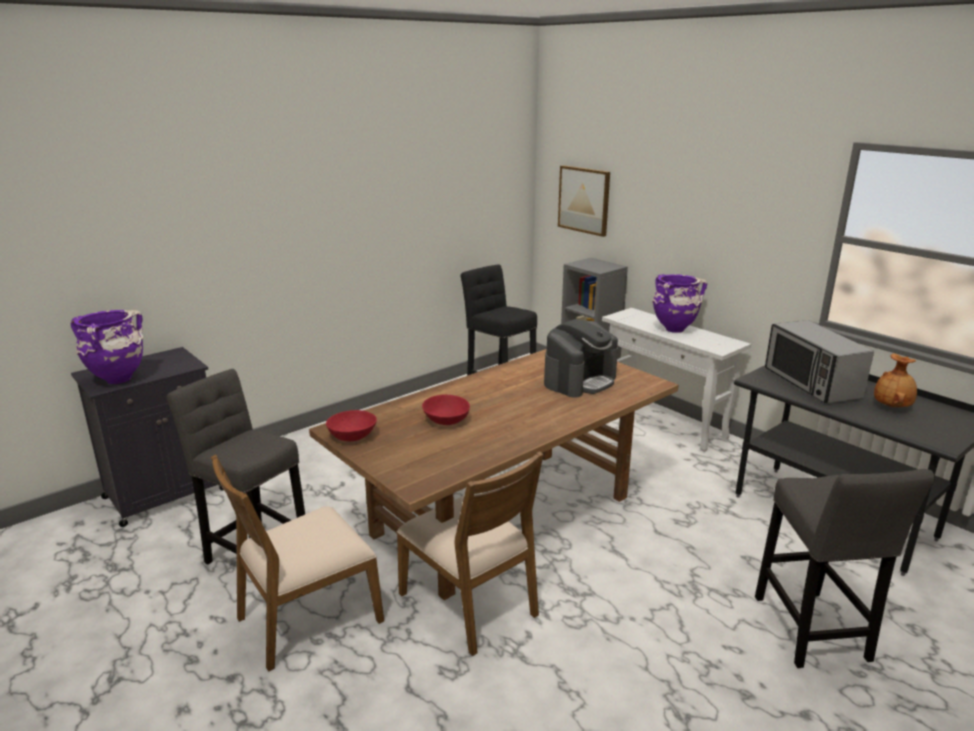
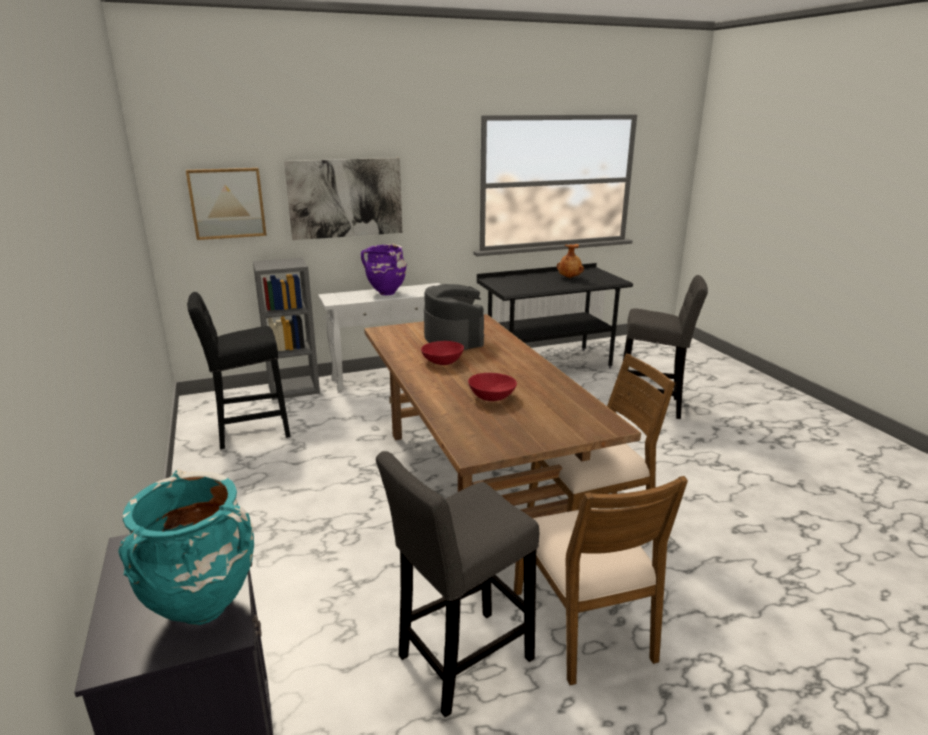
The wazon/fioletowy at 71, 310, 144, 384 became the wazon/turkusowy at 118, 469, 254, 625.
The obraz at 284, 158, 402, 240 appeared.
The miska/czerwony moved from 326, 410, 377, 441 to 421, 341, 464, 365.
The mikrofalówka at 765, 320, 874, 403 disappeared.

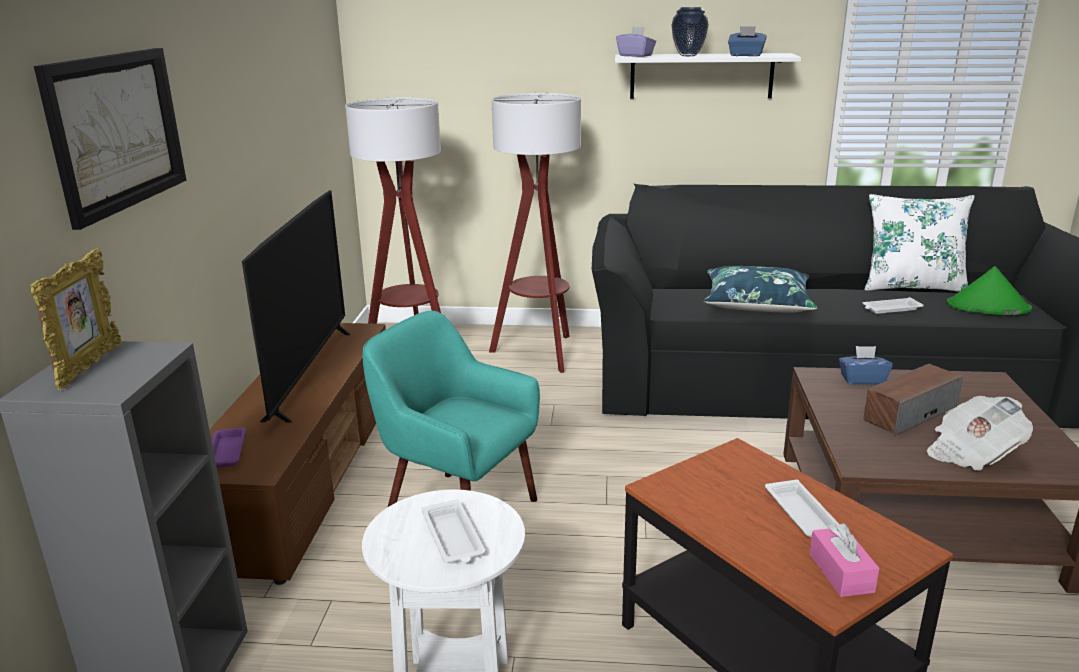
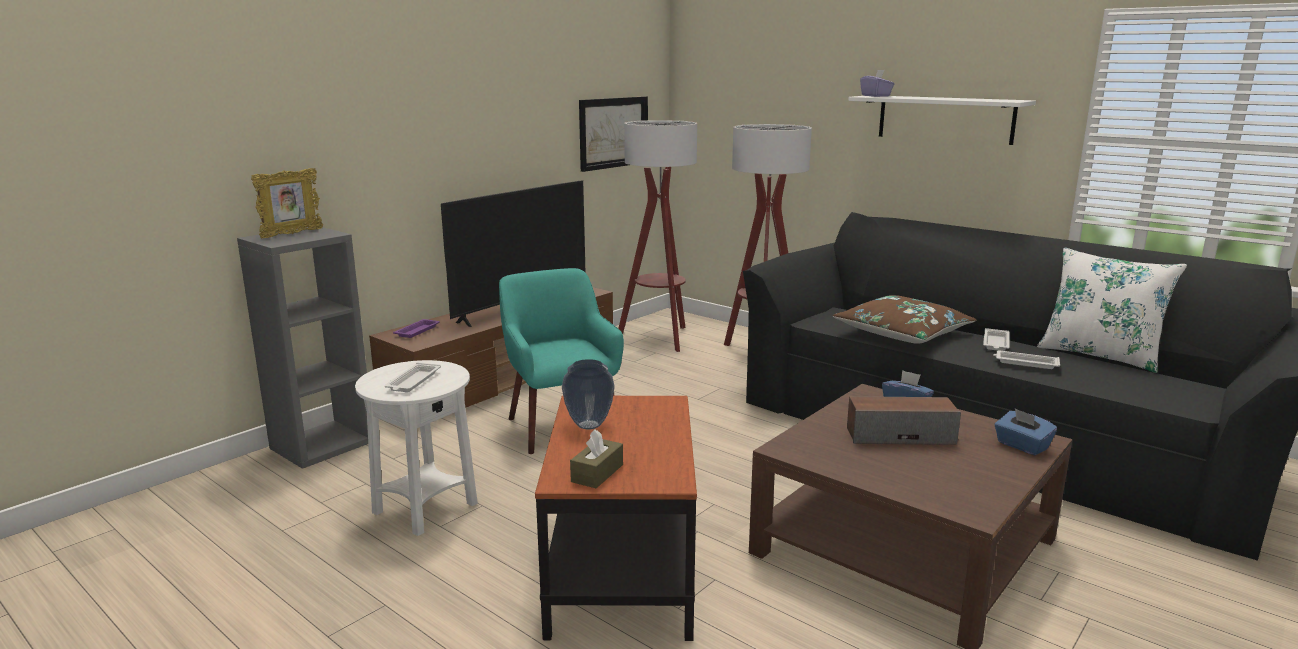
The wazon moved from 672, 7, 709, 56 to 562, 359, 615, 430.
The pudełko chusteczek/różowy at 809, 523, 880, 597 became the pudełko chusteczek/brązowy at 570, 429, 623, 488.
The obraz moved from 34, 48, 186, 230 to 579, 96, 648, 172.
The poduszka/niebieski at 704, 266, 818, 313 became the poduszka/brązowy at 833, 295, 976, 344.
The taca/biały moved from 765, 479, 840, 537 to 983, 328, 1010, 351.
The pudełko chusteczek/niebieski moved from 728, 26, 767, 56 to 995, 408, 1057, 455.
The gazeta at 927, 396, 1033, 471 disappeared.
The kapelusz/zielony at 946, 266, 1032, 315 disappeared.

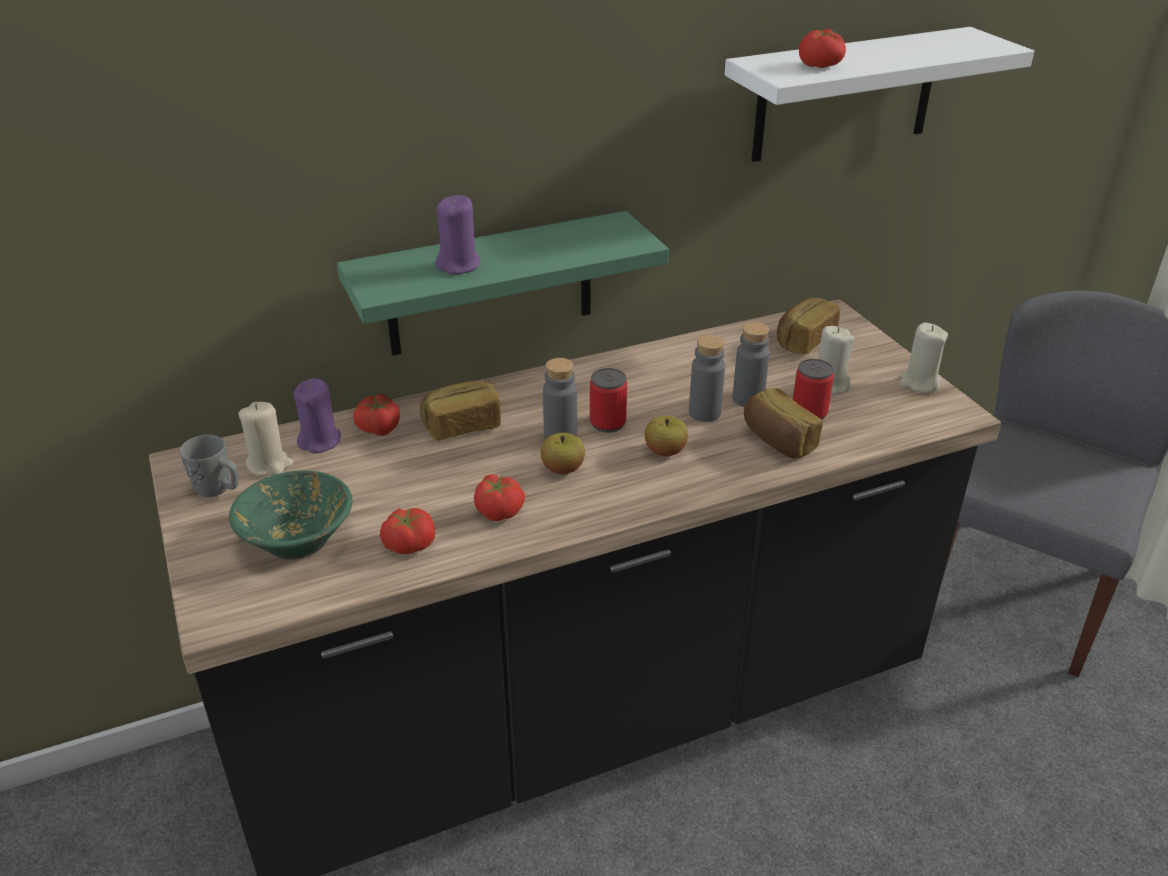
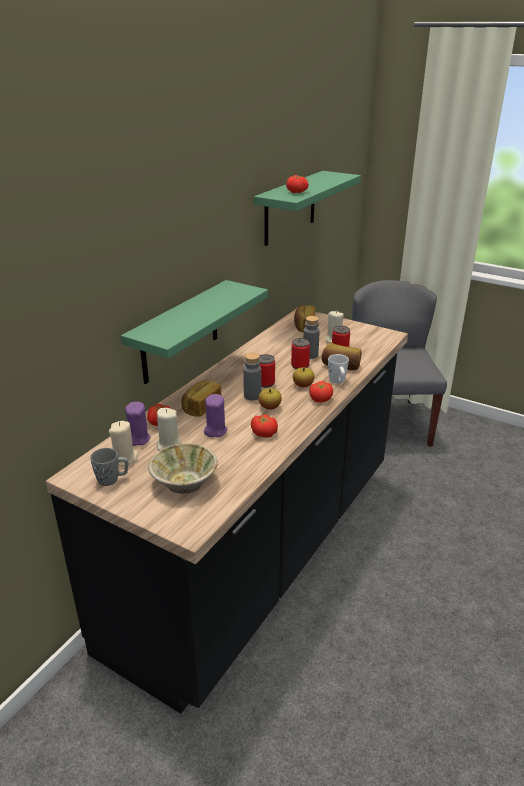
The miska/zielony at 229, 470, 353, 560 became the miska/beżowy at 148, 443, 218, 494.
The świeca/beżowy moved from 900, 323, 948, 393 to 156, 408, 182, 451.
The świeca/fioletowy moved from 435, 195, 481, 274 to 204, 394, 228, 437.
The półka/biały at 724, 27, 1034, 162 became the półka/zielony at 254, 171, 361, 246.
The butelka/szary at 689, 335, 725, 422 was replaced by the puszka at 291, 338, 310, 369.
The pomidor moved from 380, 508, 435, 554 to 309, 381, 333, 403.
The kubek/biały at 328, 354, 349, 383 appeared.

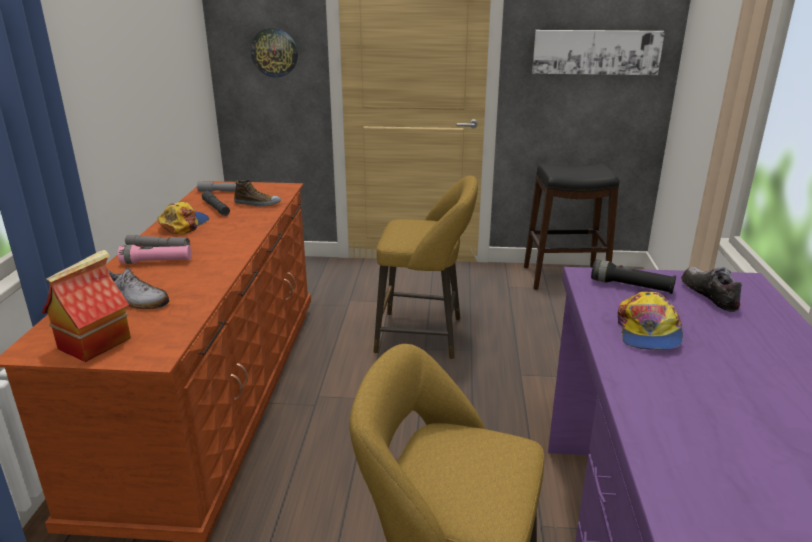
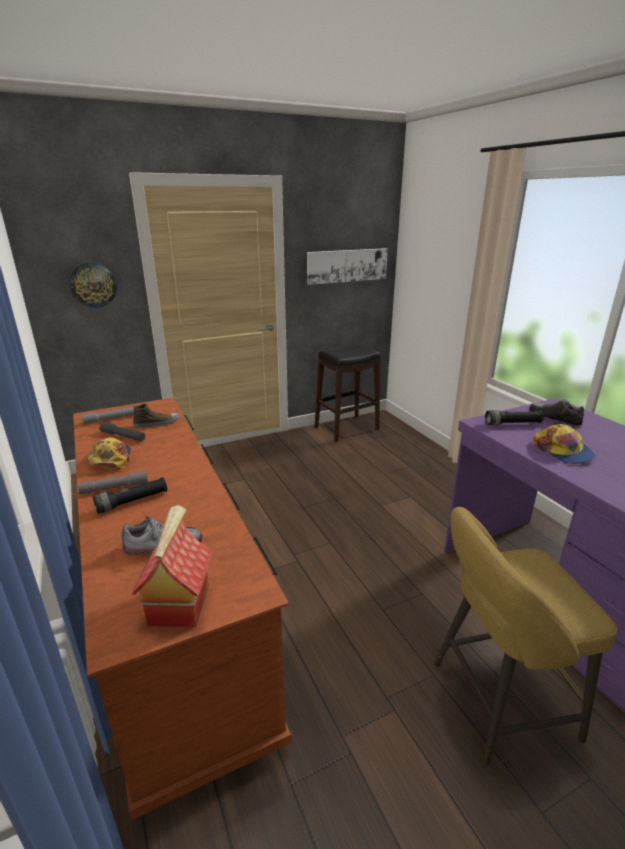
The latarka/różowy at 118, 245, 192, 264 became the latarka/czarny at 93, 477, 167, 514.
The stołek/żółty at 373, 176, 478, 360 disappeared.

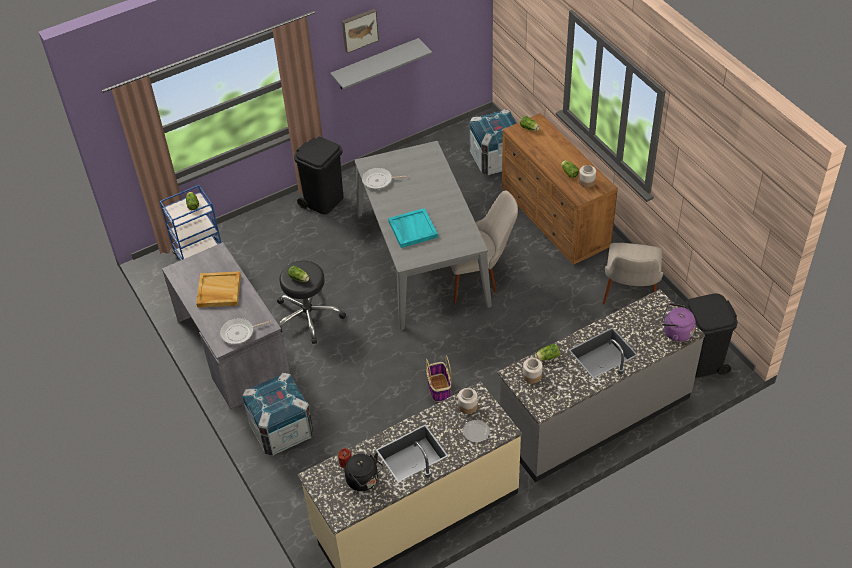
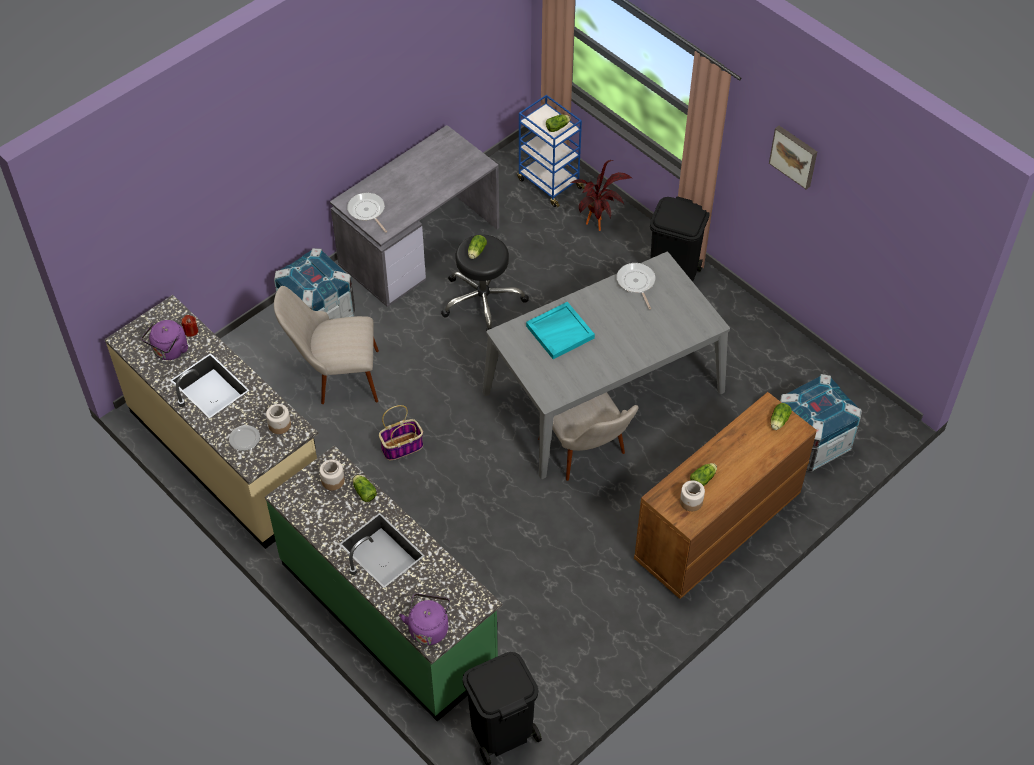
The czajnik/czarny at 345, 453, 383, 491 became the czajnik/fioletowy at 141, 320, 188, 360.
The zabudowa kuchenna/szary at 497, 289, 705, 483 became the zabudowa kuchenna/zielony at 265, 445, 502, 721.
The krzesło/beżowy moved from 603, 243, 663, 305 to 274, 286, 379, 404.
The roślina doniczkowa at 570, 160, 633, 231 appeared.
The taca/beżowy at 196, 271, 241, 307 disappeared.
The półka/szary at 330, 38, 432, 89 disappeared.

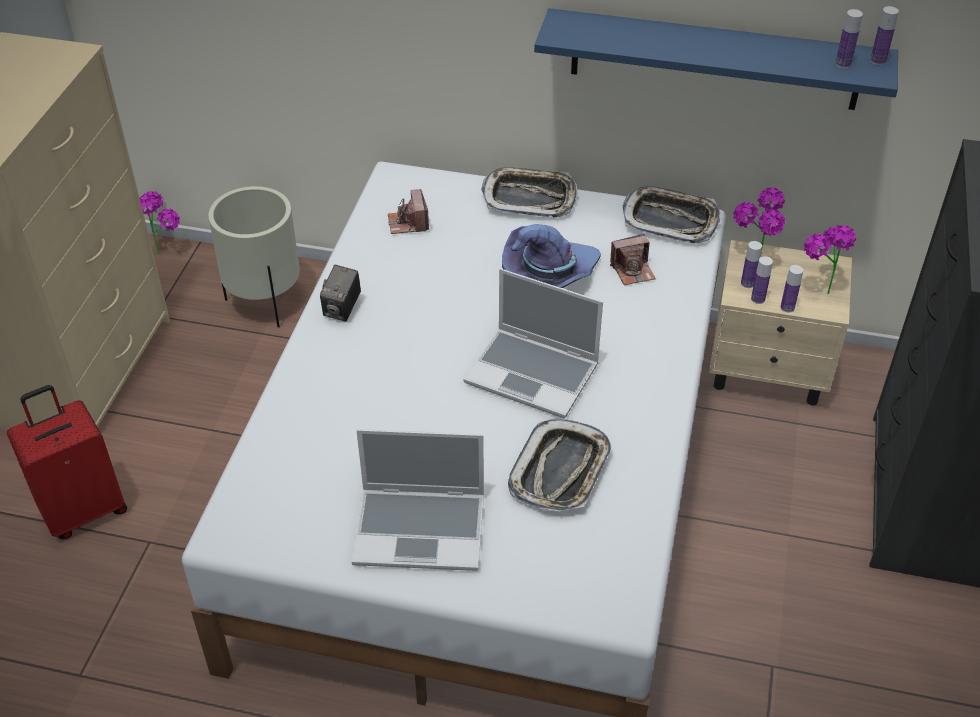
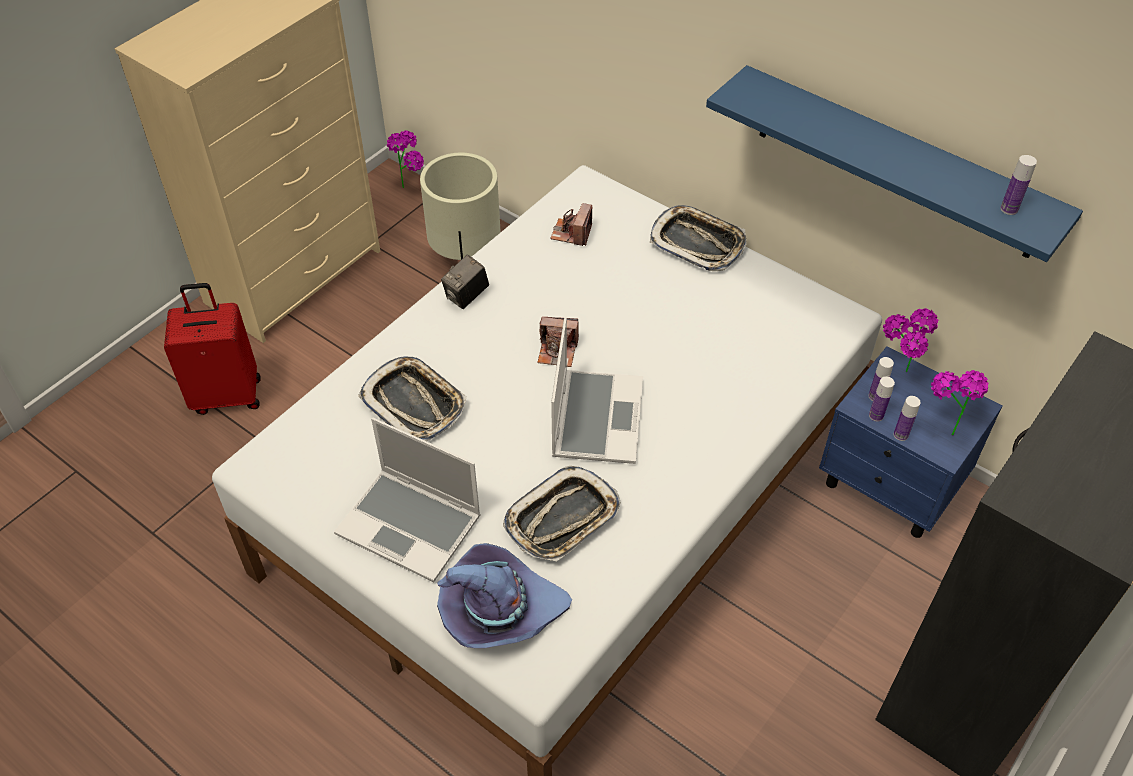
The taca moved from 623, 186, 721, 243 to 359, 357, 467, 441.
The kapelusz/fioletowy moved from 502, 224, 601, 288 to 437, 543, 572, 648.
The aparat fotograficzny moved from 610, 234, 656, 285 to 537, 317, 579, 367.
The laptop at 464, 268, 603, 419 turned 135 degrees counterclockwise.
The szafka nocna/beżowy at 709, 240, 852, 405 became the szafka nocna/niebieski at 819, 346, 1003, 538.
The butelka at 870, 6, 899, 65 disappeared.

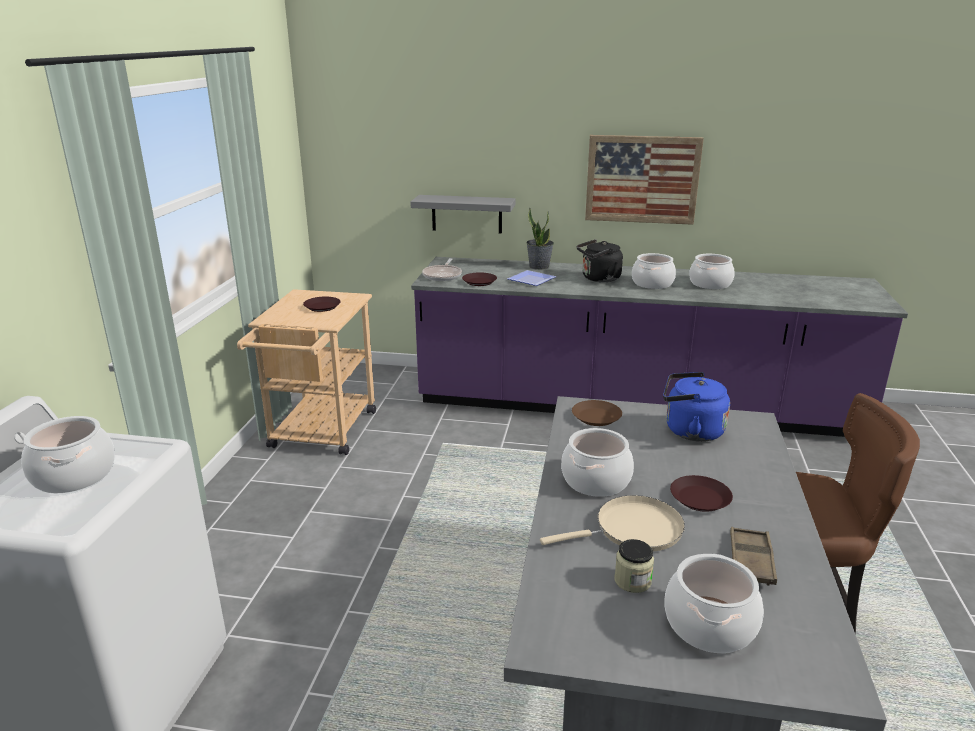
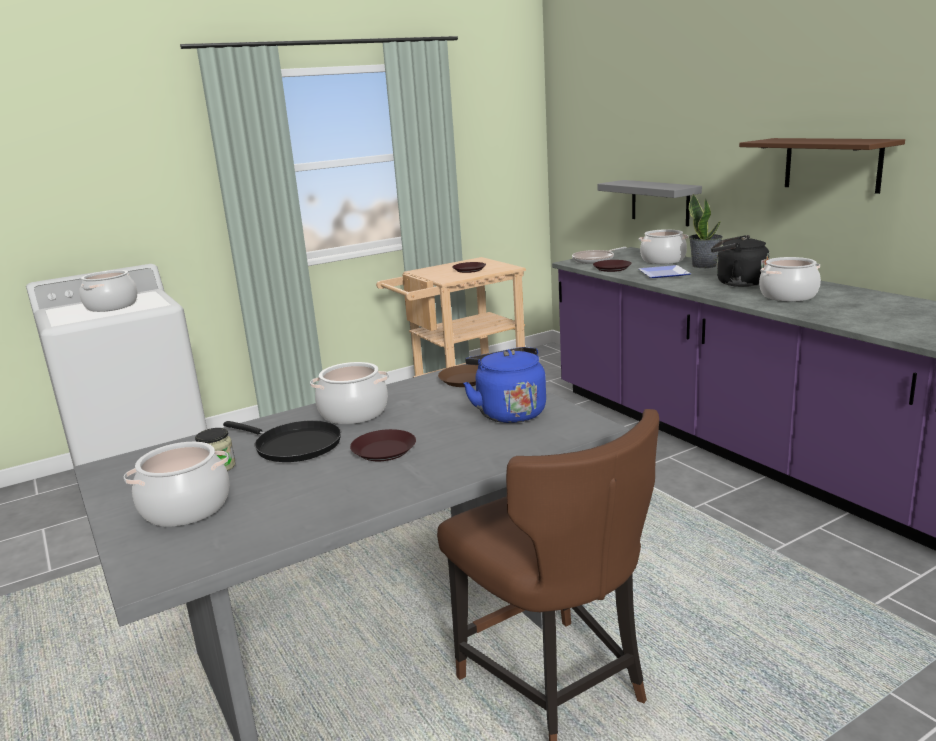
The patelnia/beżowy at 540, 495, 685, 552 became the patelnia/czarny at 223, 420, 341, 462.
The garnek moved from 689, 254, 735, 289 to 639, 229, 688, 264.
The obraz at 585, 135, 704, 225 was replaced by the półka/brązowy at 739, 138, 905, 194.
The taca/brązowy at 730, 527, 777, 586 disappeared.

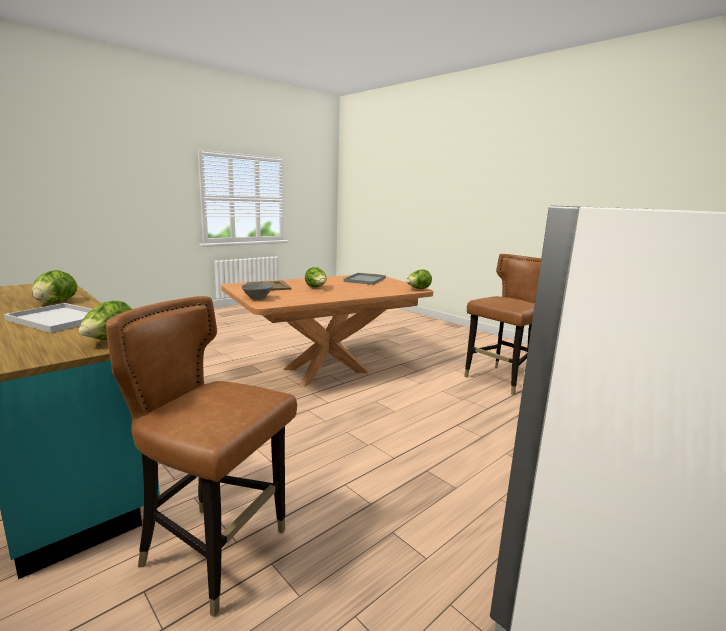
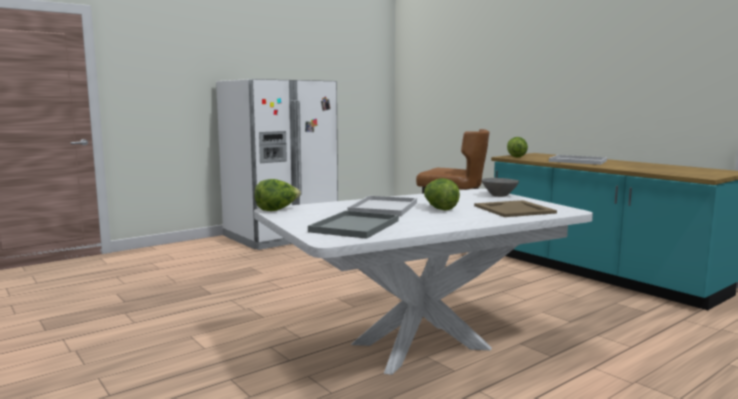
The stół jadalny/brązowy at 221, 274, 433, 387 became the stół jadalny/biały at 254, 189, 593, 375.
The taca/biały at 348, 196, 417, 216 appeared.
The sałata at 32, 270, 77, 304 disappeared.
The krzesło/brązowy at 464, 254, 541, 395 disappeared.

